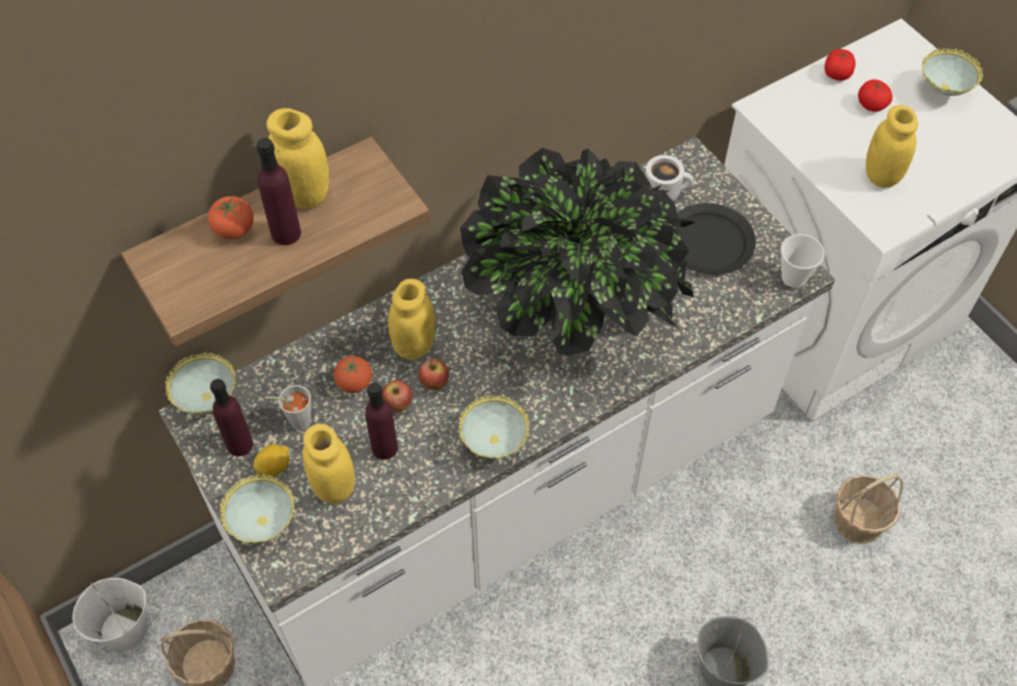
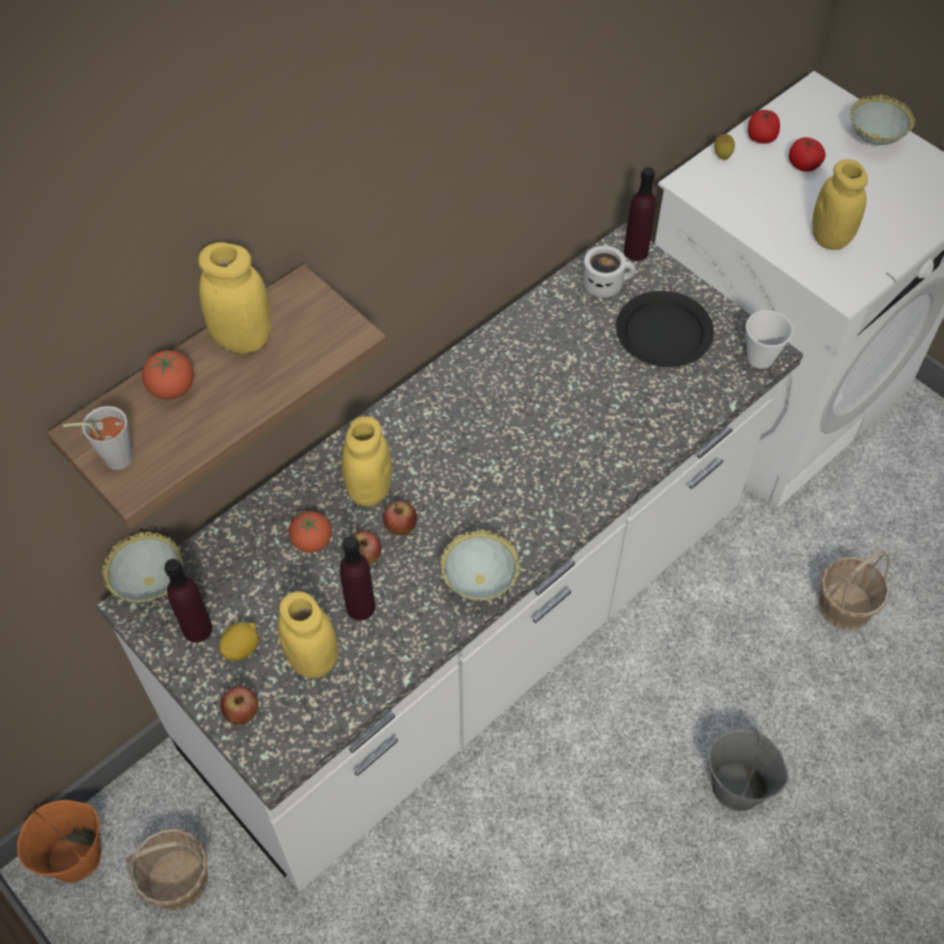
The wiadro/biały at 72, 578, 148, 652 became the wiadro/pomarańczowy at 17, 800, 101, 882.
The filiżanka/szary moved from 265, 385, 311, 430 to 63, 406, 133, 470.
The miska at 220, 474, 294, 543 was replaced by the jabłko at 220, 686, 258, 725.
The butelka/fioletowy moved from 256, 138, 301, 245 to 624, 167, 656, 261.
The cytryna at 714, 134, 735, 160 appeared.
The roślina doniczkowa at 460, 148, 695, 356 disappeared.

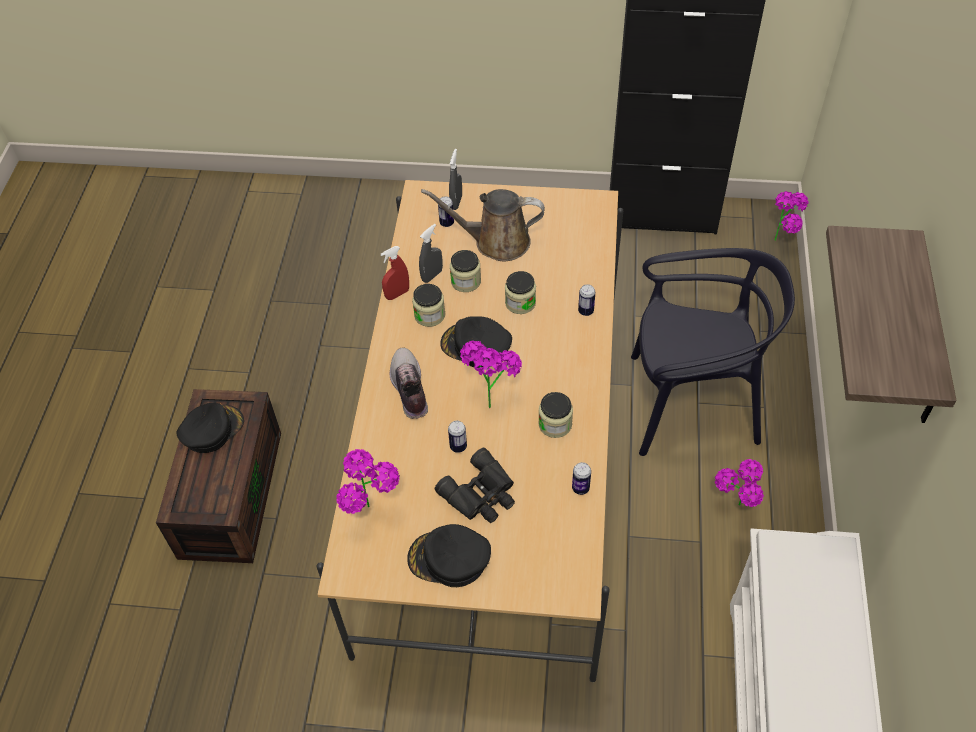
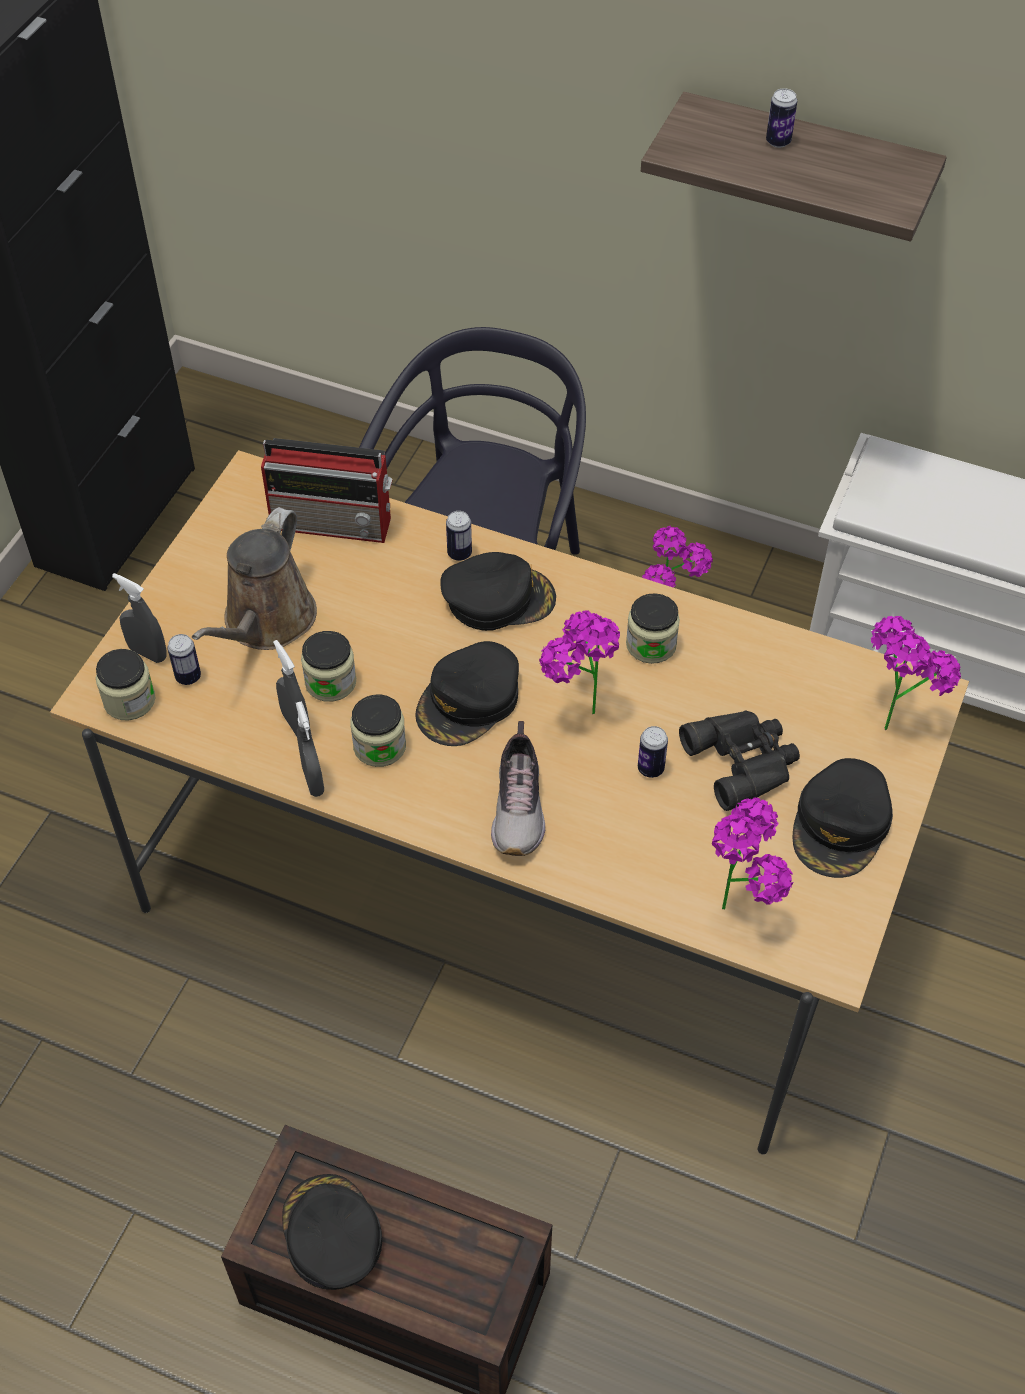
The słoik moved from 505, 271, 536, 314 to 96, 649, 156, 721.
The radio at 261, 438, 393, 543 appeared.
The spryskiwacz/czerwony at 380, 246, 409, 300 became the spryskiwacz/szary at 296, 701, 324, 797.
The czapka z daszkiem/czarny at 440, 552, 556, 631 appeared.
The but at 390, 348, 428, 419 turned 90 degrees counterclockwise.
The puszka moved from 572, 462, 591, 495 to 766, 88, 797, 148.
The roślina doniczkowa moved from 774, 191, 809, 241 to 871, 616, 961, 730.

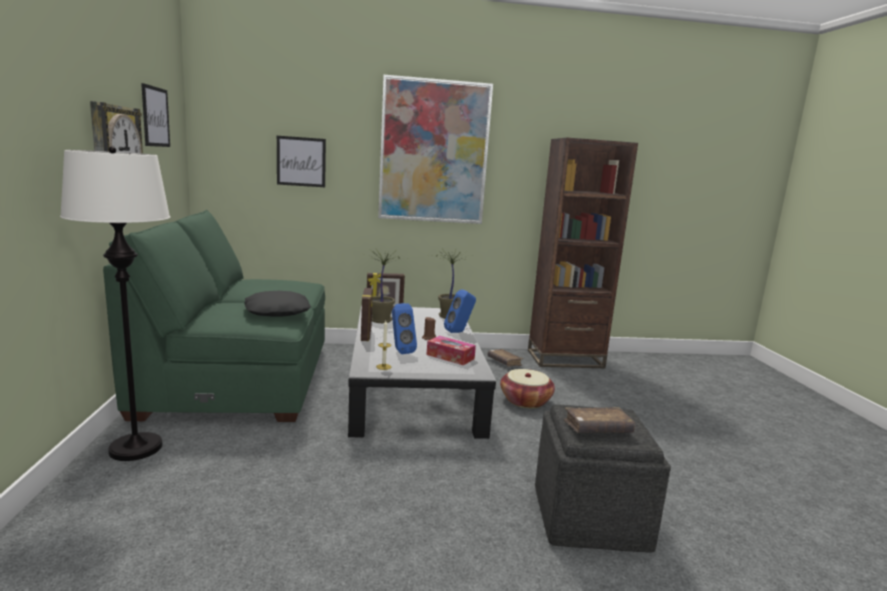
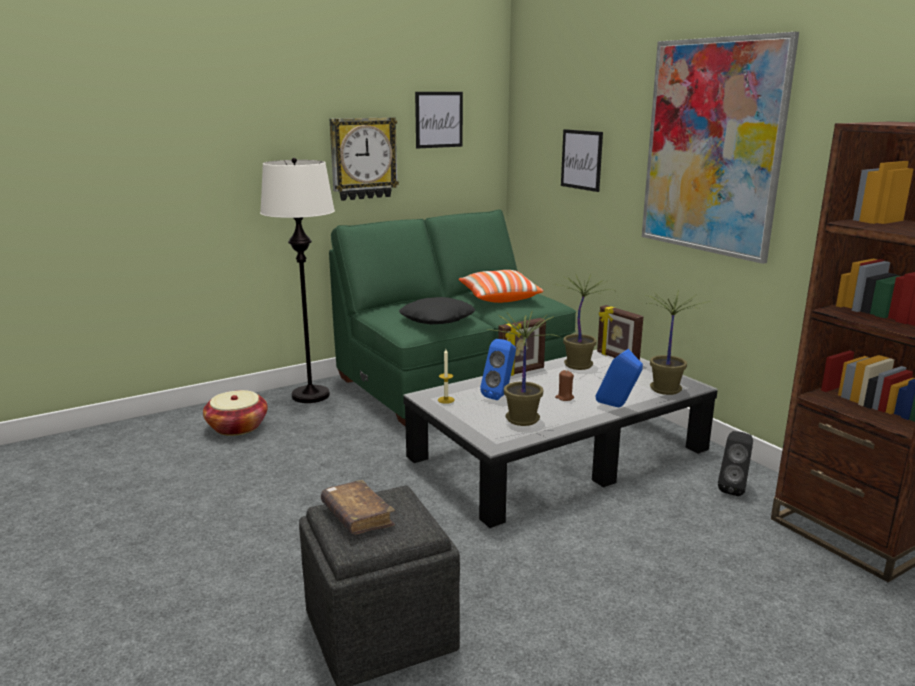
The koszyk moved from 500, 369, 555, 408 to 203, 390, 268, 436.
The poduszka at 459, 270, 543, 303 appeared.
The pudełko chusteczek at 427, 336, 476, 365 was replaced by the roślina doniczkowa at 493, 311, 559, 426.
The książka/brązowy at 487, 349, 523, 366 was replaced by the głośnik/czarny at 718, 431, 753, 496.

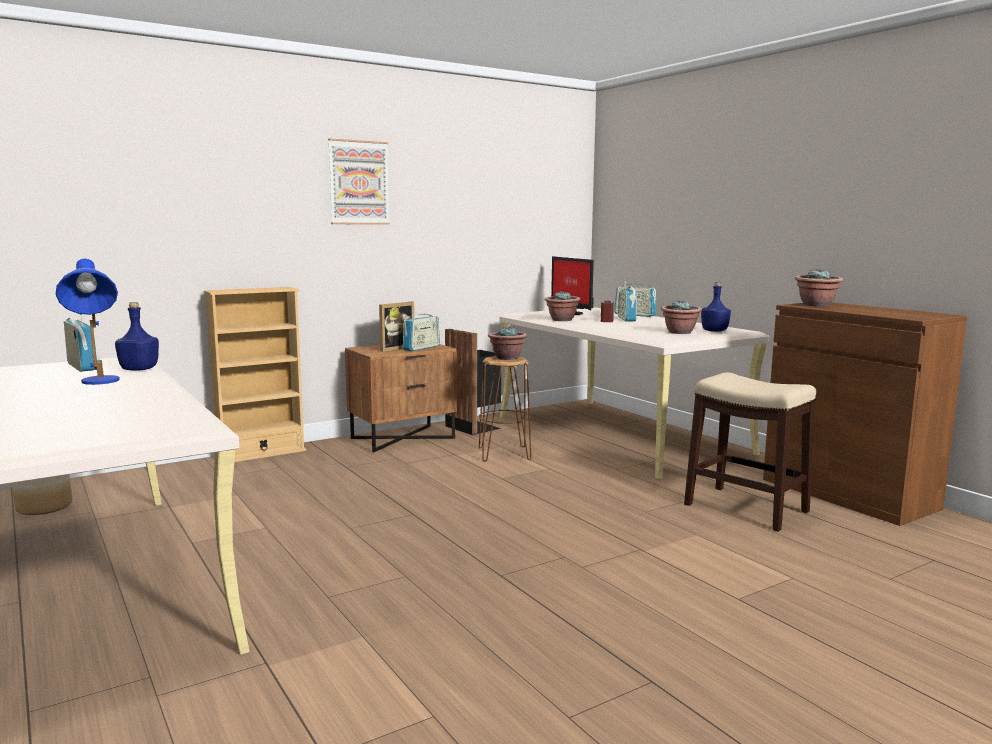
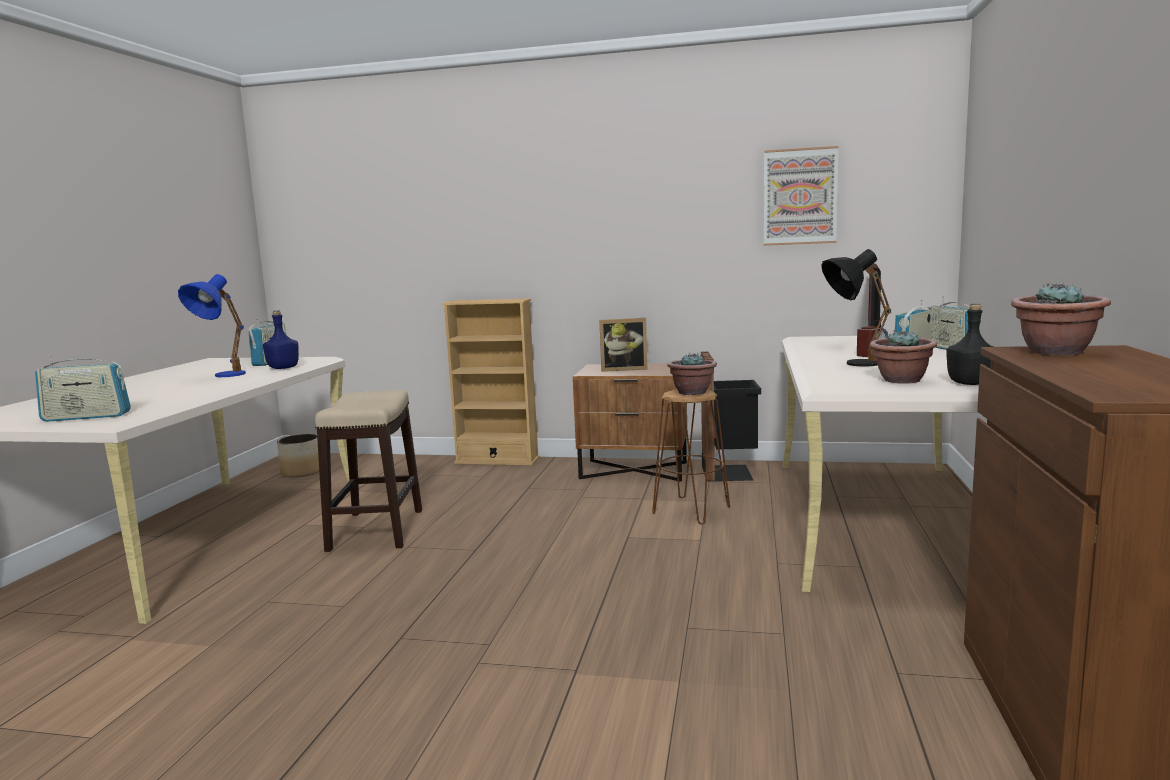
The radio moved from 403, 312, 440, 351 to 35, 355, 131, 422.
The stołek moved from 684, 372, 816, 532 to 315, 390, 422, 552.
The obraz moved from 328, 138, 390, 224 to 764, 146, 838, 246.
The lampa stołowa/czarny at 821, 249, 891, 367 appeared.
The butelka/niebieski at 701, 282, 731, 332 became the butelka/czarny at 946, 303, 994, 385.
The roślina doniczkowa at 545, 291, 581, 321 disappeared.

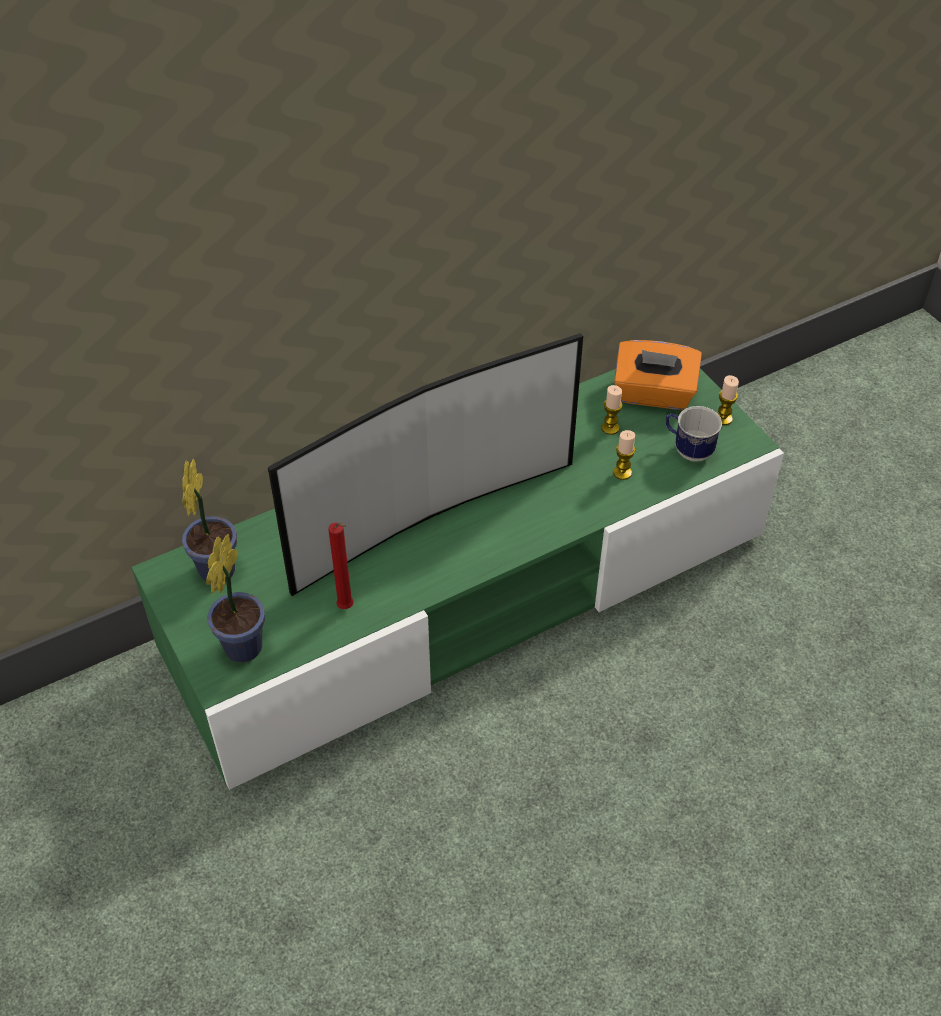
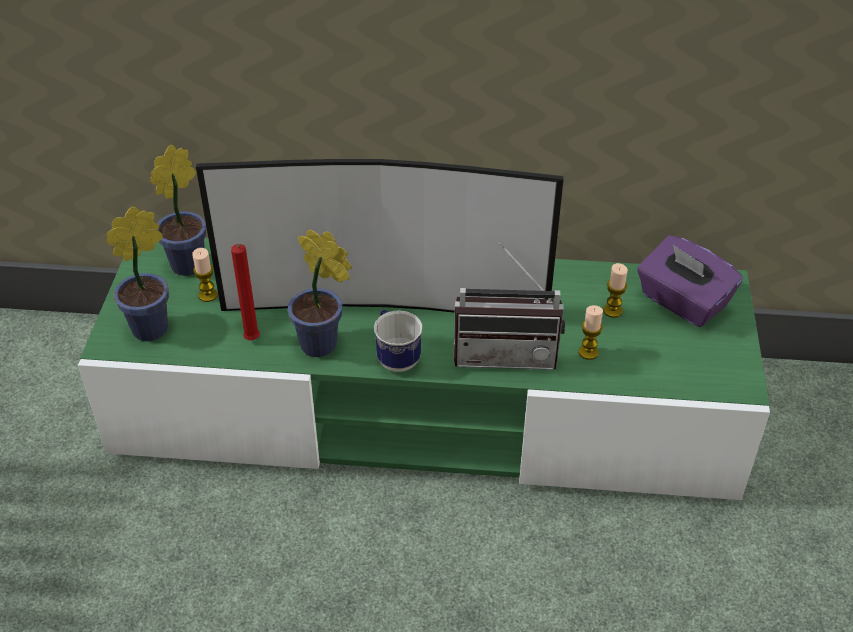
The świeca moved from 717, 375, 739, 425 to 192, 248, 218, 302.
The roślina doniczkowa at 287, 229, 352, 357 appeared.
The kubek moved from 666, 406, 722, 462 to 374, 310, 422, 372.
The radio at 453, 243, 565, 370 appeared.
The pudełko chusteczek/pomarańczowy at 614, 340, 702, 410 became the pudełko chusteczek/fioletowy at 637, 235, 743, 327.

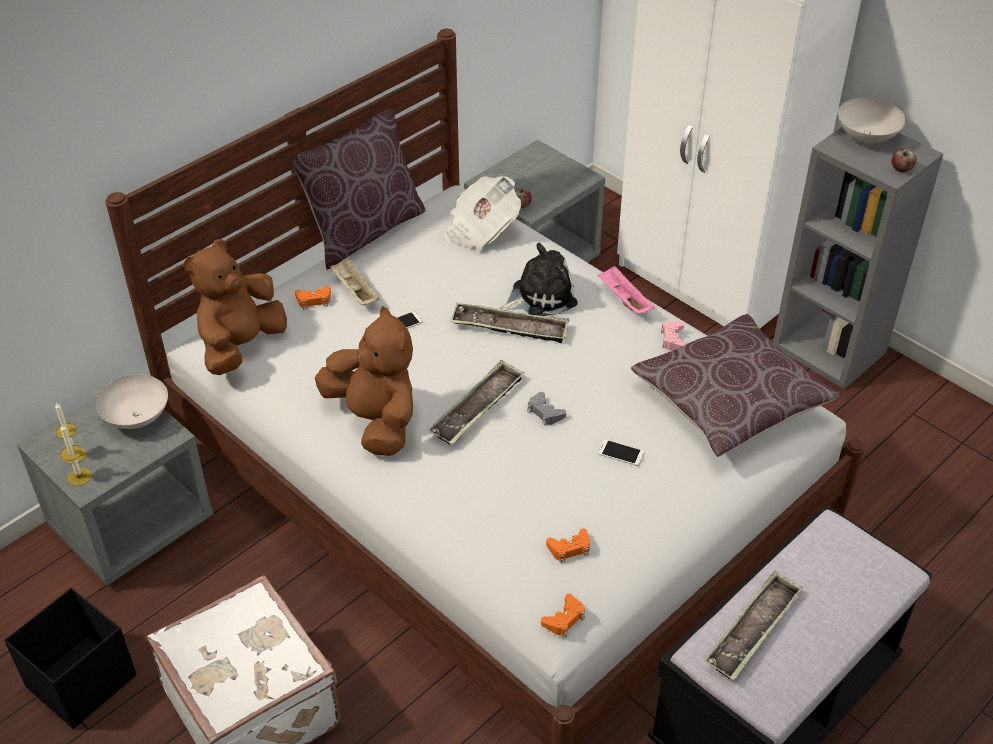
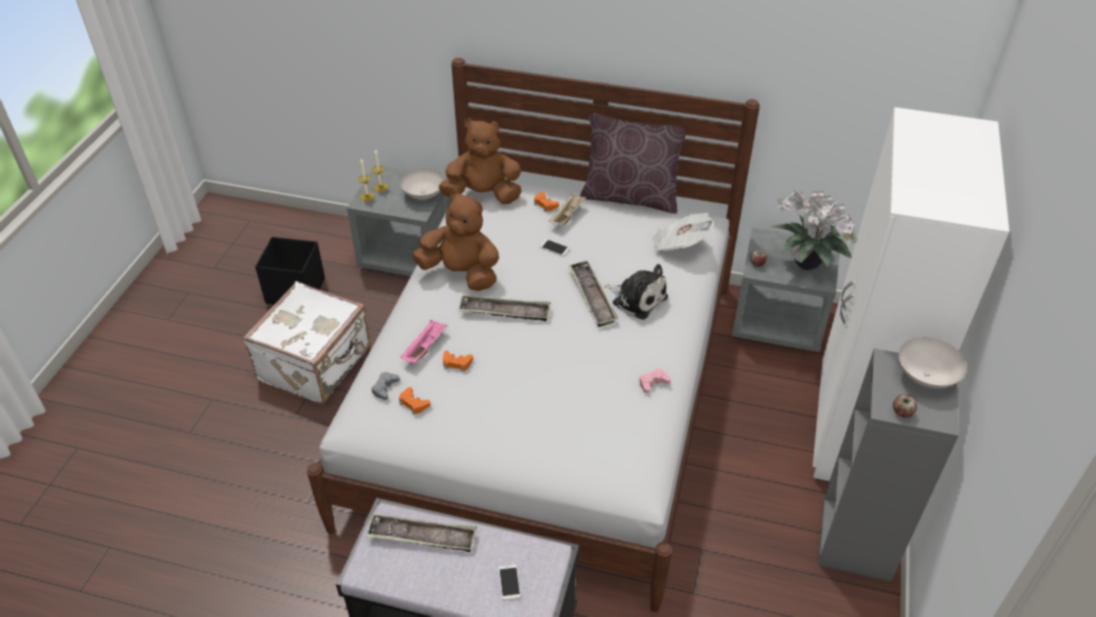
The pad do gier/szary moved from 527, 392, 566, 426 to 371, 372, 400, 400.
The taca/różowy moved from 598, 266, 655, 314 to 400, 320, 448, 364.
The pluszak/brązowy at 315, 306, 413, 456 turned 90 degrees counterclockwise.
The pad do gier/pomarańczowy moved from 541, 594, 585, 637 to 443, 351, 473, 372.
The telefon moved from 598, 440, 644, 466 to 499, 564, 521, 600.
The roślina doniczkowa at 771, 188, 857, 270 appeared.
The poduszka/brązowy at 631, 314, 840, 457 disappeared.

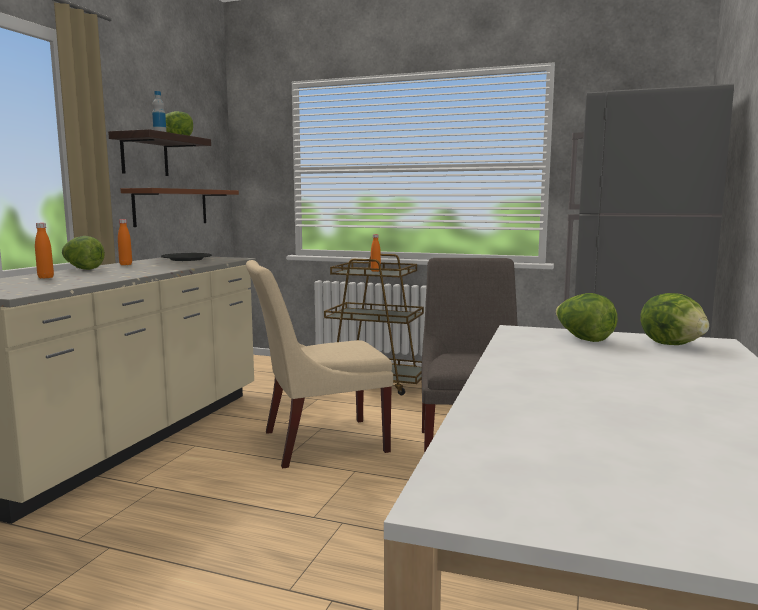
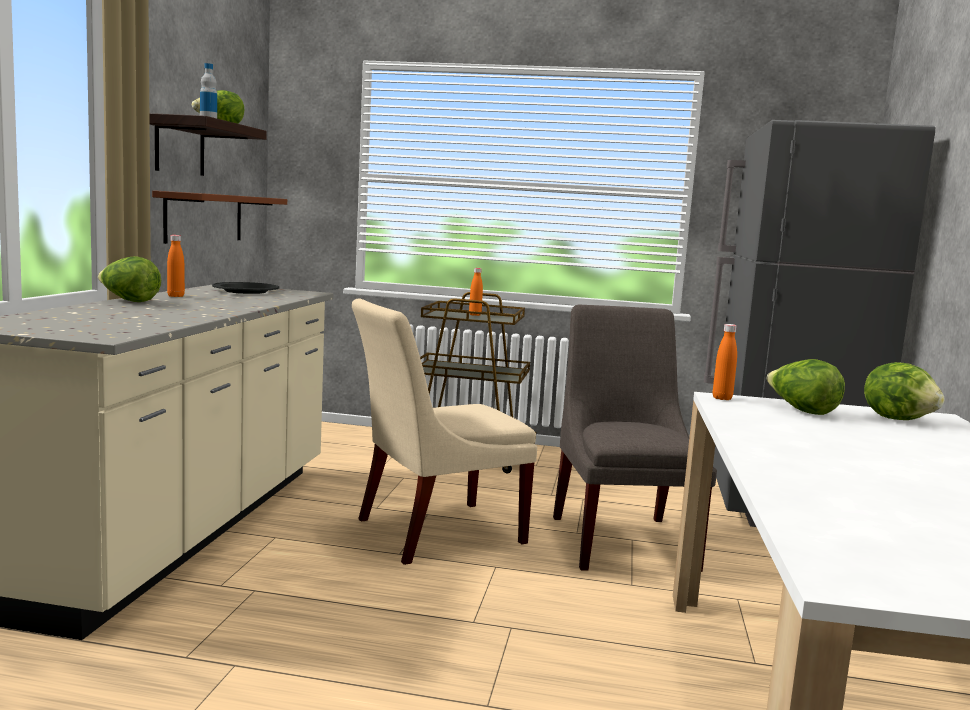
The butelka/pomarańczowy moved from 35, 223, 54, 278 to 713, 324, 737, 400.

